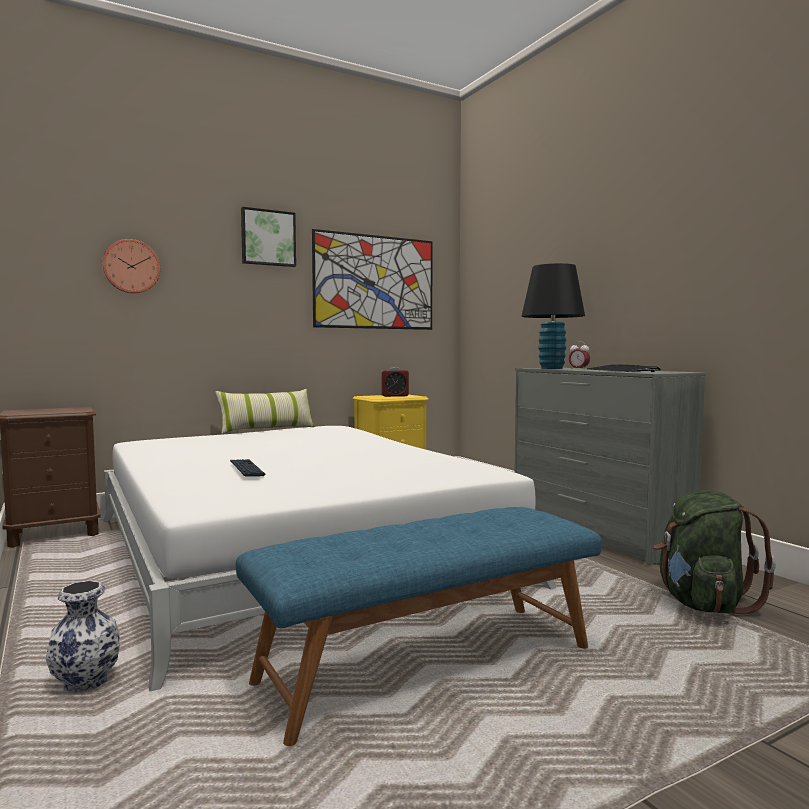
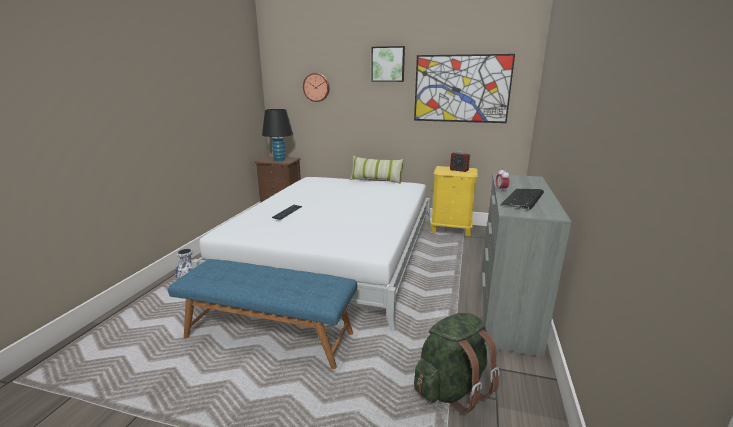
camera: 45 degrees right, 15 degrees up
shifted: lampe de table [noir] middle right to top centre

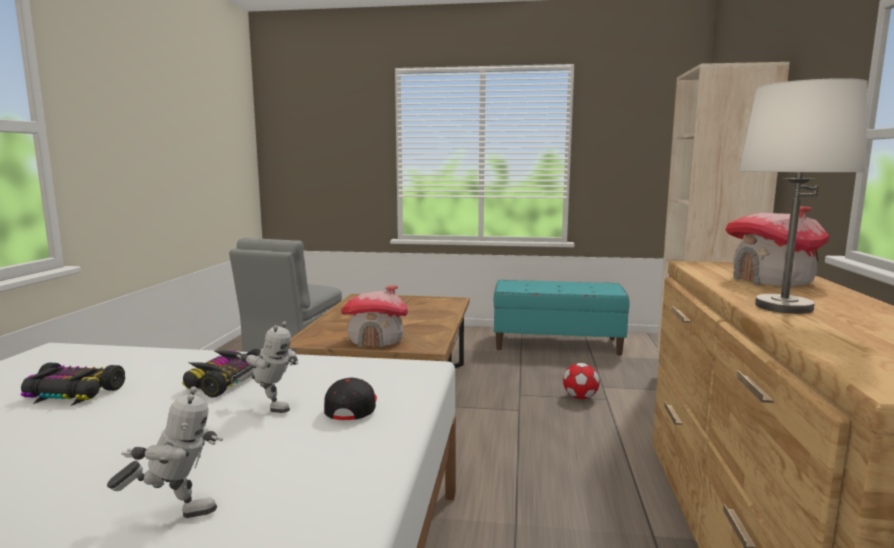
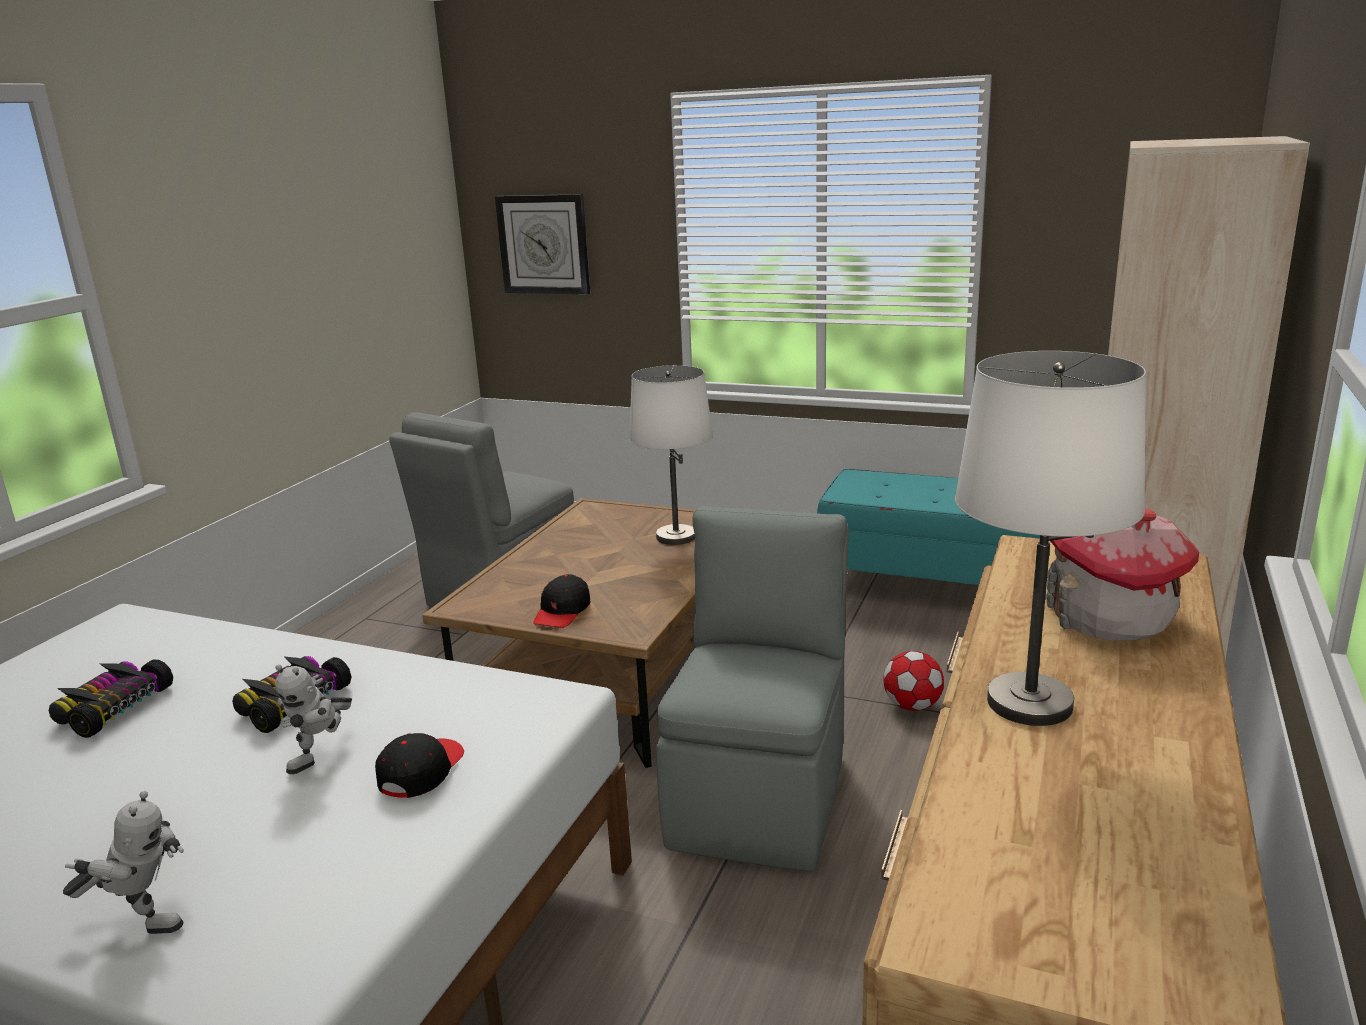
camera: 15 degrees right, 10 degrees up
new: horloge murale top centre; lampe de table [blanc] (no. 1 from left) centre; chaise [gris] (no. 2 from left) bottom centre
swapped: maison miniature (no. 1 from left) centre to casquette [noir] (no. 2 from left) centre
rotated: petite voiture (no. 1 from left) bottom left = bottom left 90 degrees clockwise; robot jouet (no. 2 from left) bottom left = bottom left 75 degrees clockwise

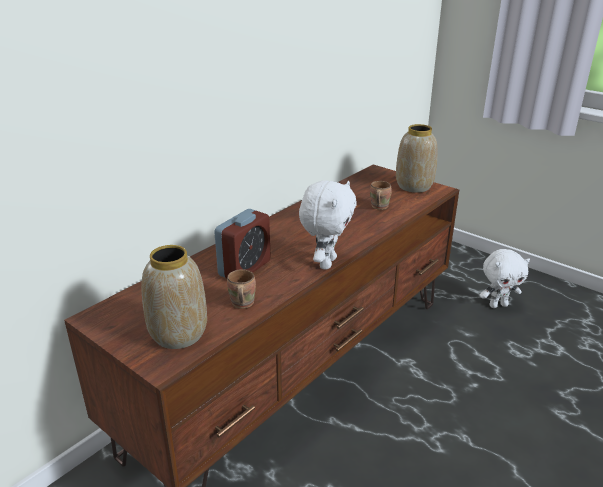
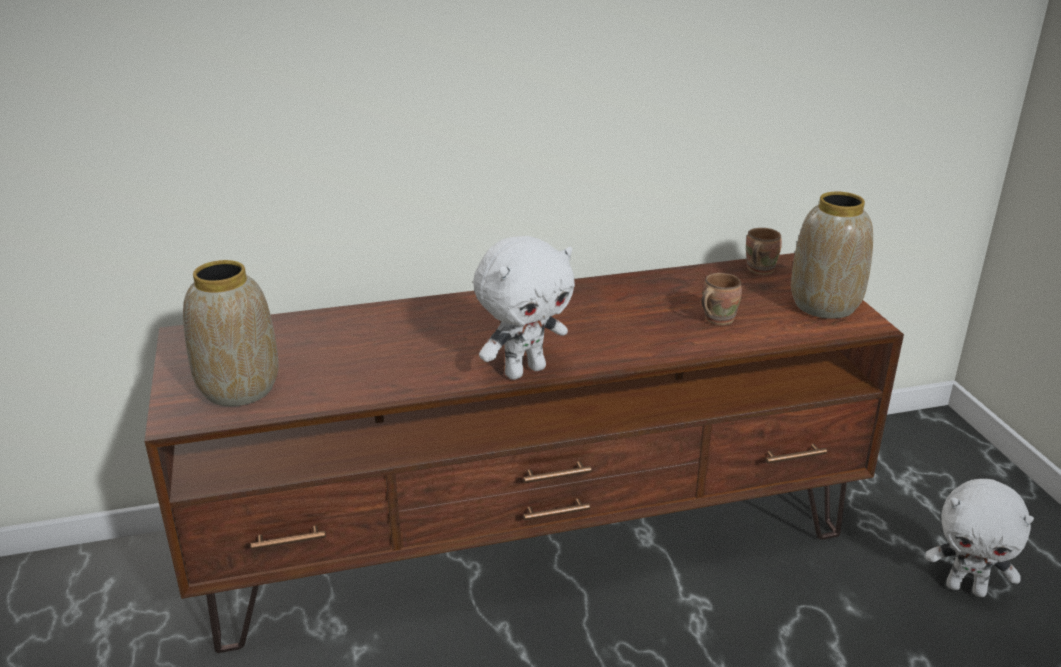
camera: 35 degrees right, 0 degrees up
gone: réveil centre
shifted: mug [marron] (no. 1 from left in the first image) centre to mug [marron] (no. 2 from left) middle right

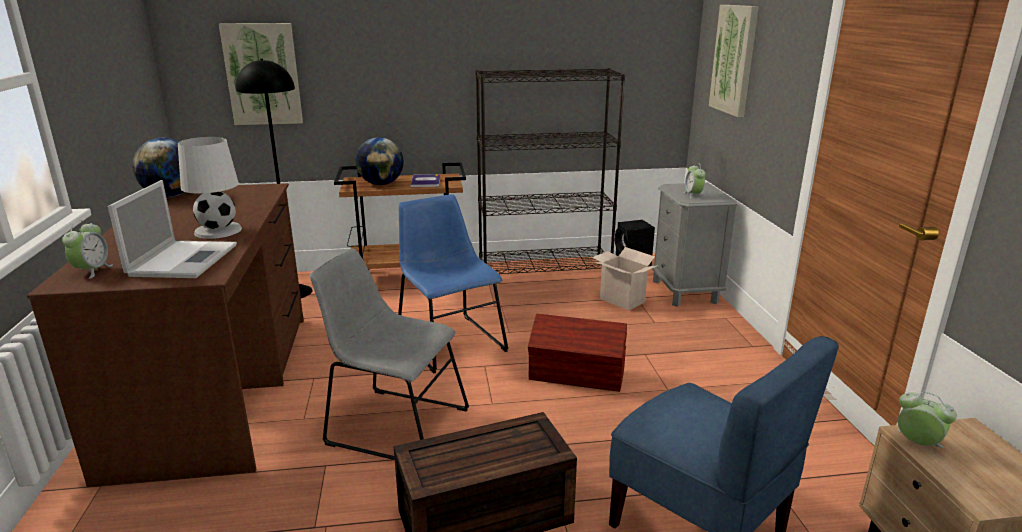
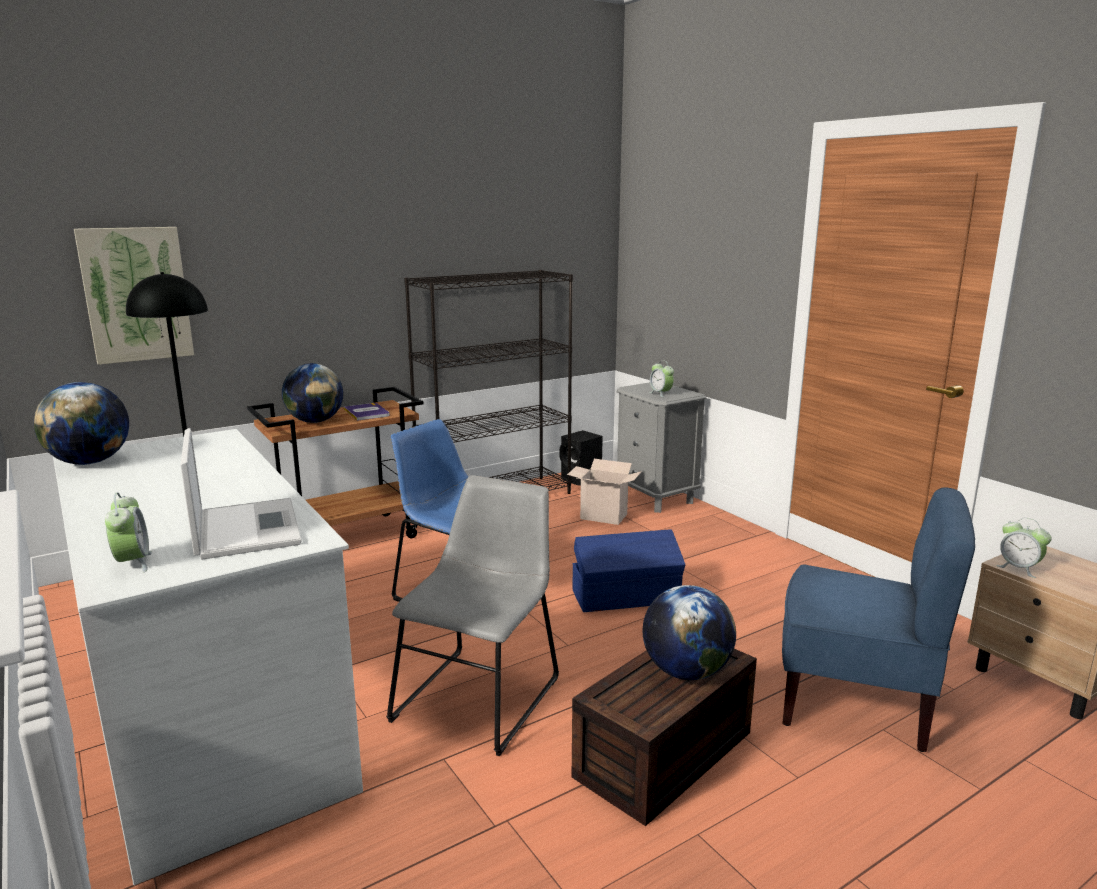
camera: 25 degrees left, 5 degrees down
gone: lampe de table [blanc] middle left; tableau (no. 2 from left) top right
new: globe (no. 3 from left) bottom centre
repainted: bureau [marron] middle left to bureau [blanc] bottom left; boîte de rangement [marron] (no. 2 from left) centre to boîte de rangement [bleu] centre
rotated: chaise [gris] centre = bottom centre 120 degrees clockwise; réveil (no. 3 from left) bottom right = middle right 150 degrees counterclockwise

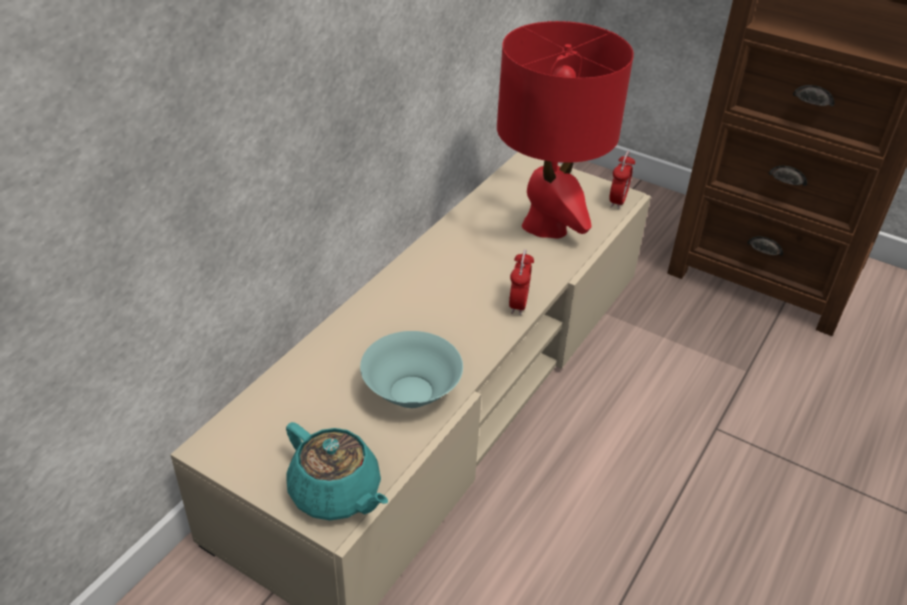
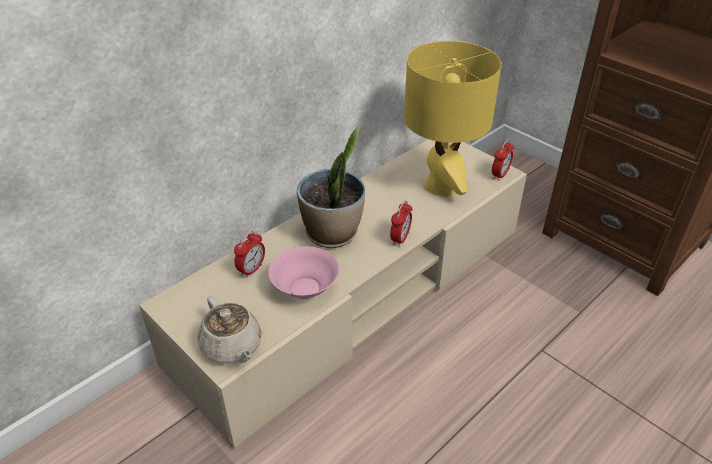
camera: 15 degrees right, 0 degrees up
new: réveil (no. 1 from left) centre; plante en pot centre
repainted: théière [turquoise] bottom centre to théière [beige] bottom left; bol [turquoise] centre to bol [rose] centre; lampe de table [rouge] top centre to lampe de table [jaune] top centre

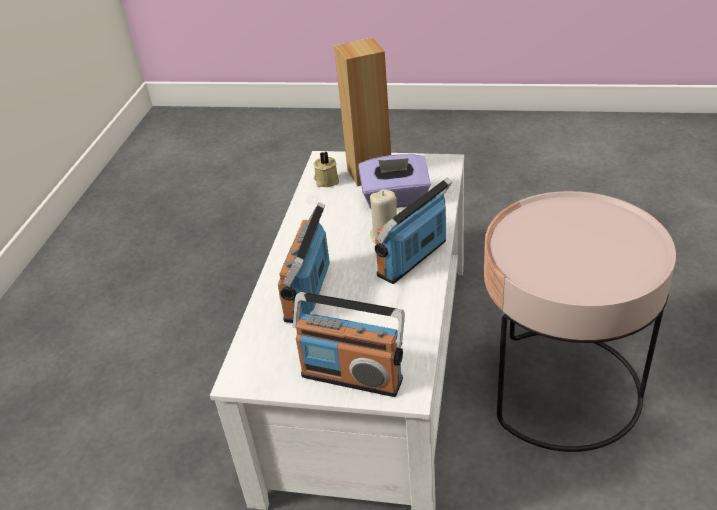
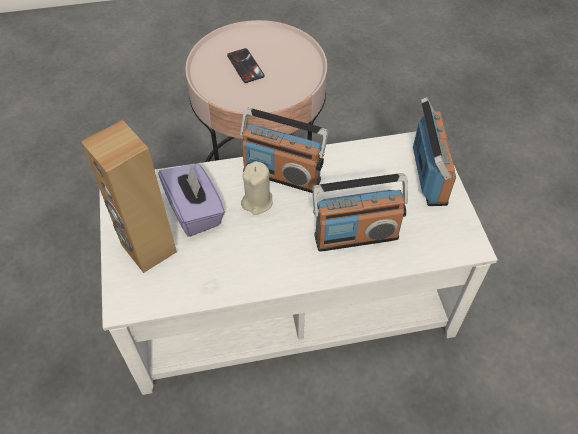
camera: 115 degrees left, 15 degrees up
gone: bougie [beige] (no. 1 from left) top centre
new: téléphone top centre

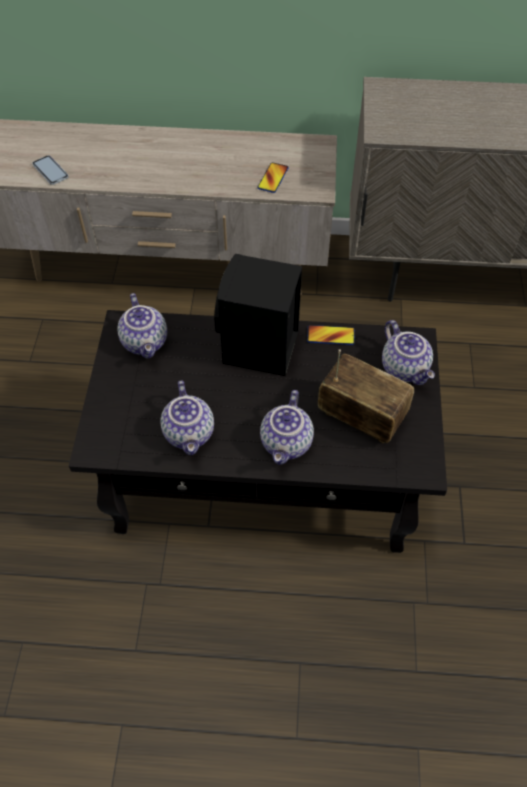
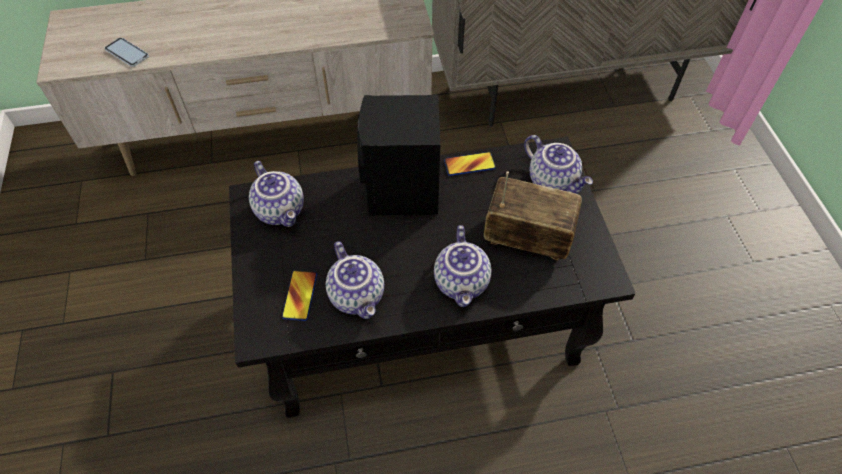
camera: 15 degrees left, 0 degrees up
shifted: téléphone (no. 2 from left) top centre to centre

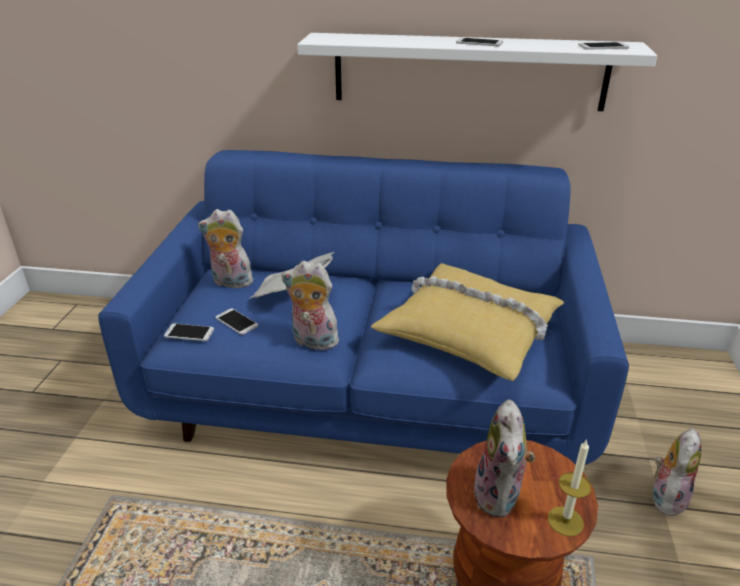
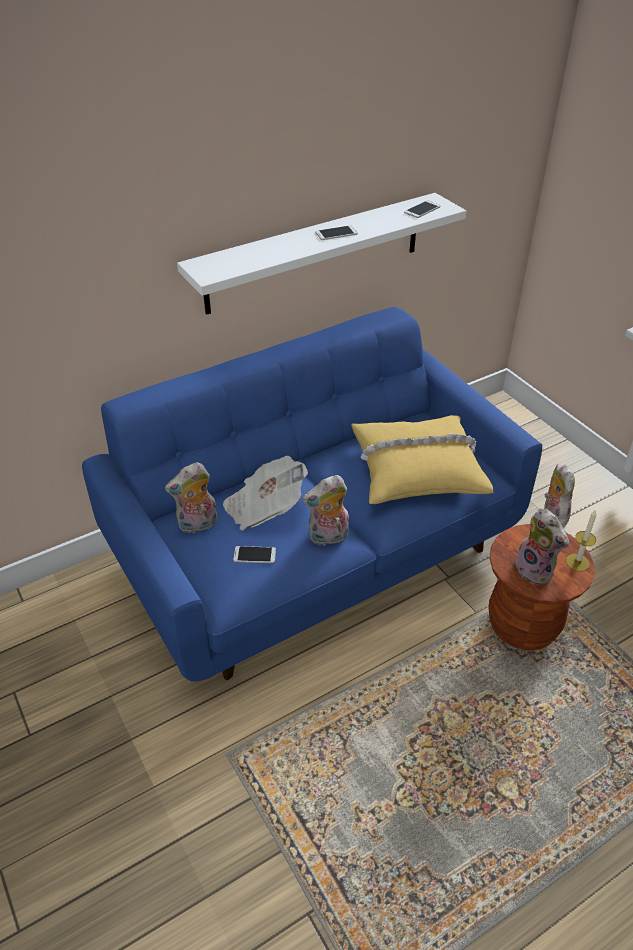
camera: 40 degrees left, 10 degrees up
gone: téléphone (no. 1 from left) middle left

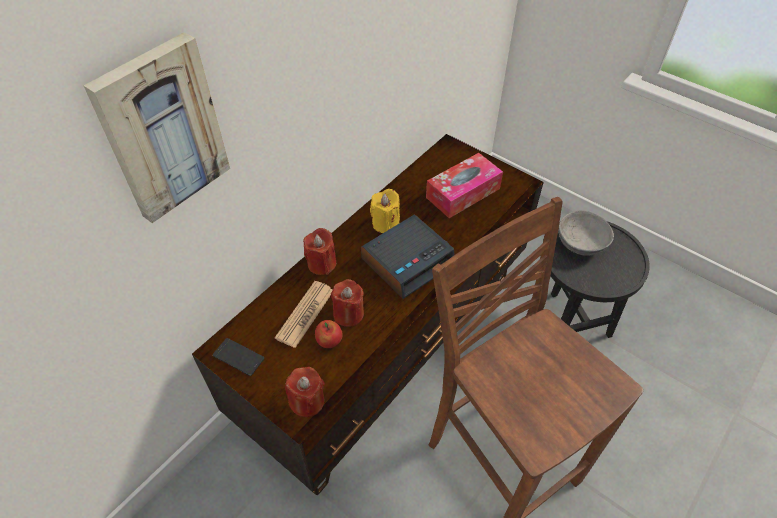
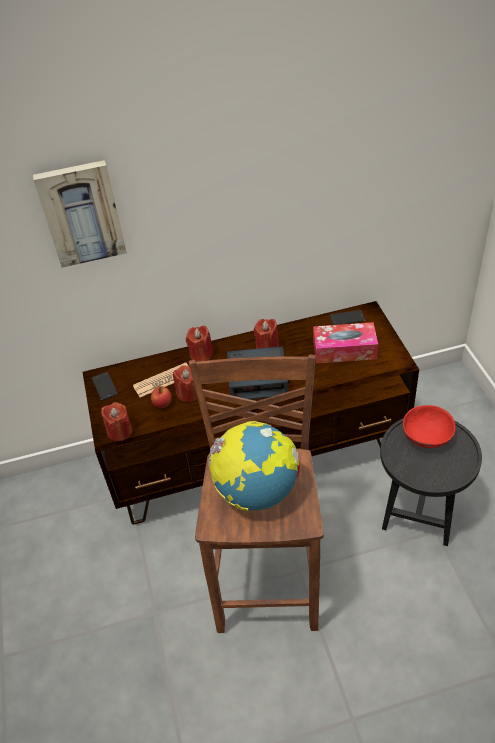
camera: 40 degrees right, 5 degrees down
new: globe centre; téléphone (no. 2 from left) middle right
repainted: bougie [jaune] centre to bougie [rouge] (no. 4 from left) centre; bol [gris] middle right to bol [rouge] middle right

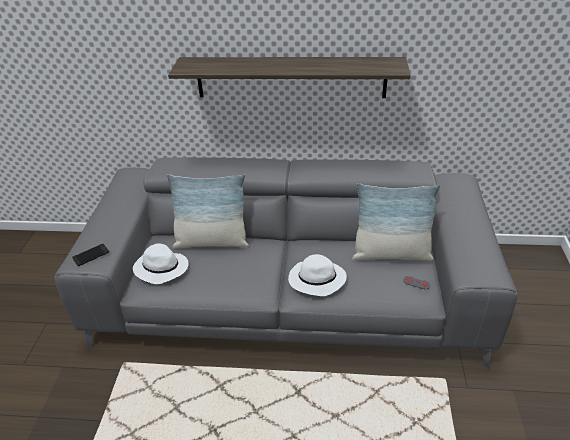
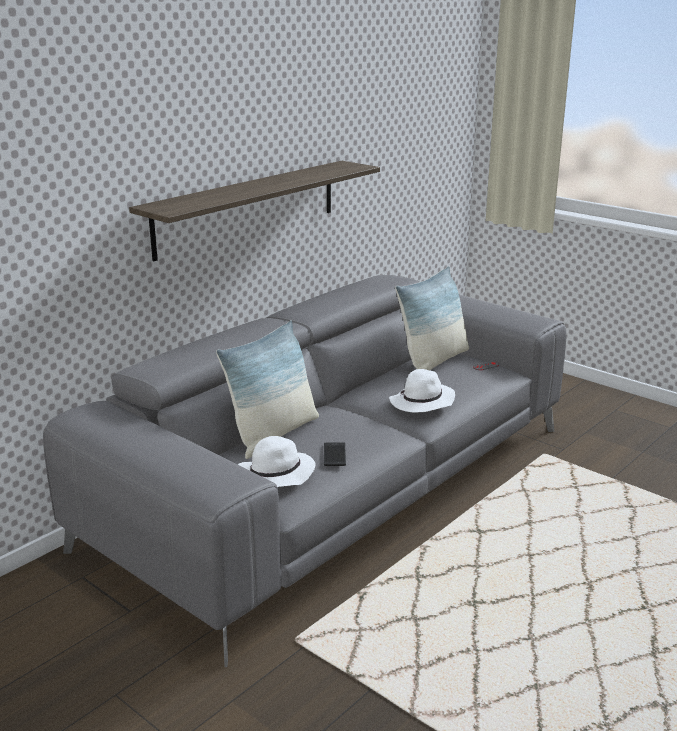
camera: 55 degrees left, 15 degrees down
shifted: téléphone middle left to centre

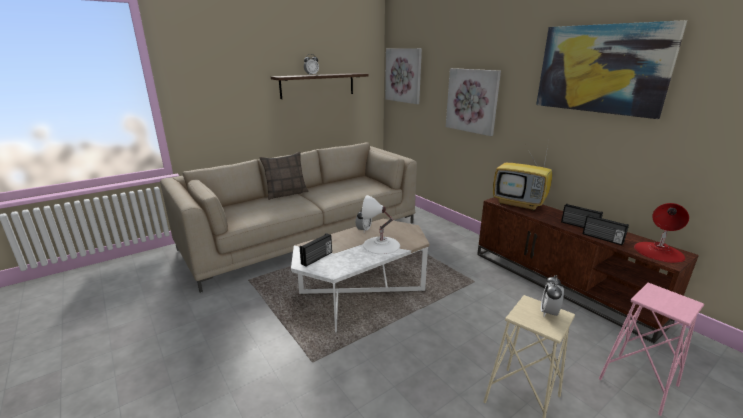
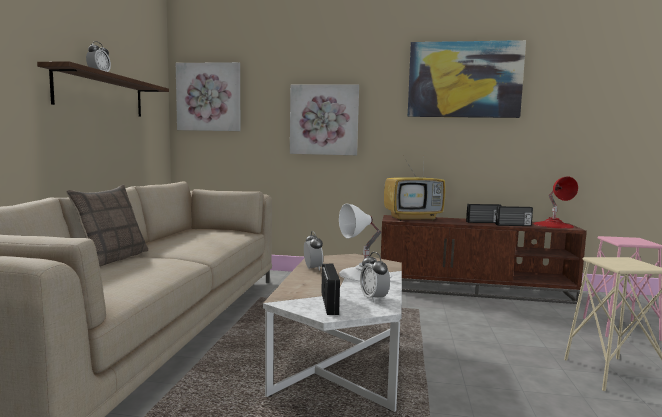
camera: 45 degrees left, 15 degrees down
shifted: réveil (no. 3 from left) bottom right to centre

